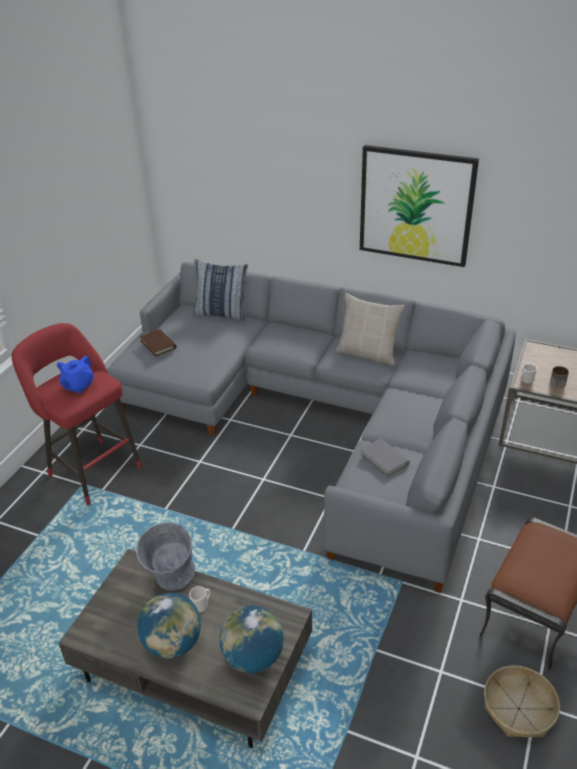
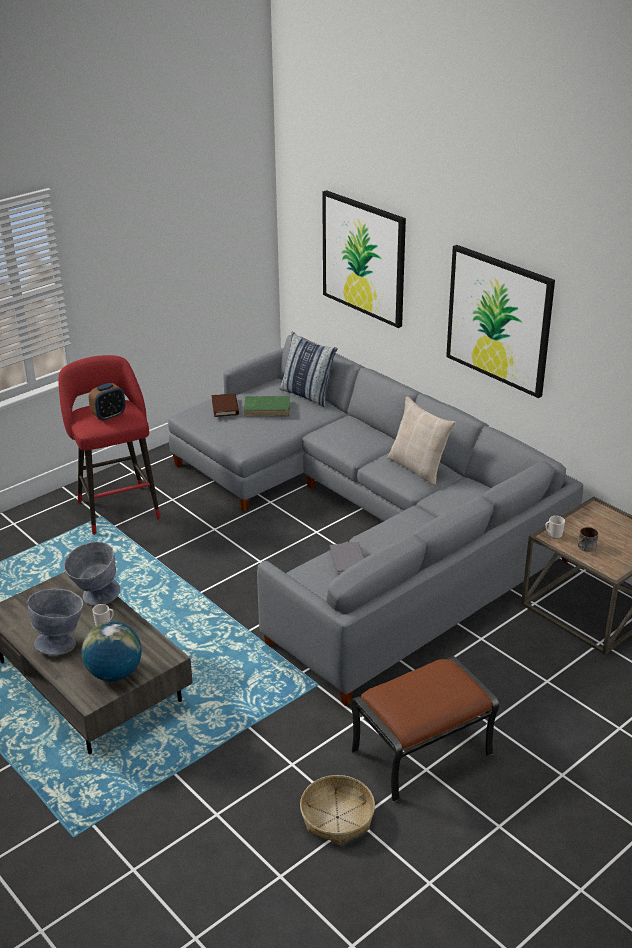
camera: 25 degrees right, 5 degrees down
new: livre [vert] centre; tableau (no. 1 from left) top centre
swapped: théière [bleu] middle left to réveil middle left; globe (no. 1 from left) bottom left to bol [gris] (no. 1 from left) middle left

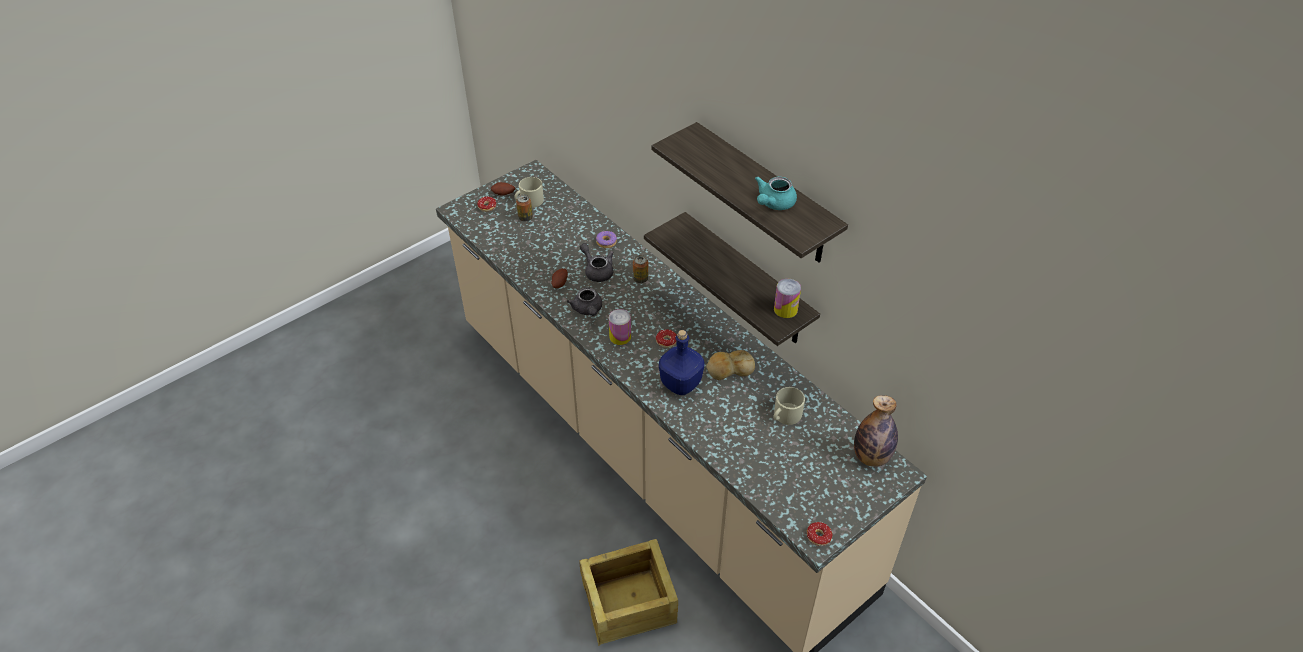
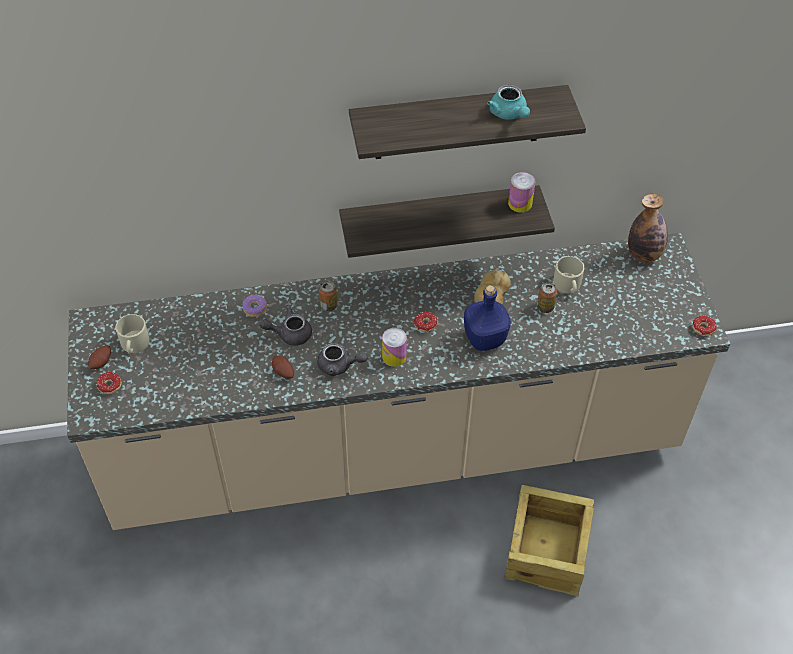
camera: 60 degrees left, 5 degrees up
shifted: boîte métallique (no. 1 from left in the first image) top centre to boîte métallique (no. 4 from left) middle right

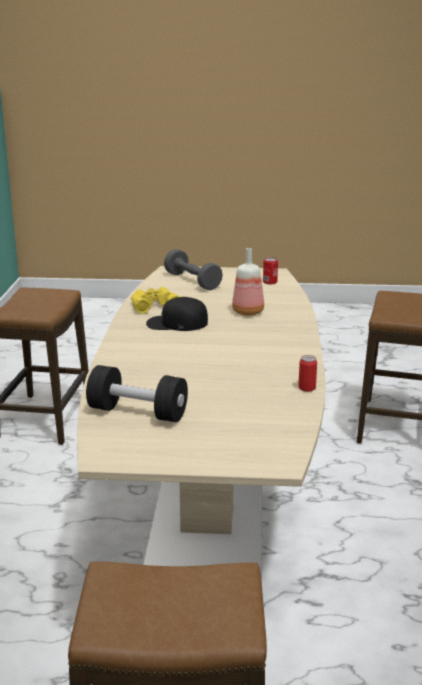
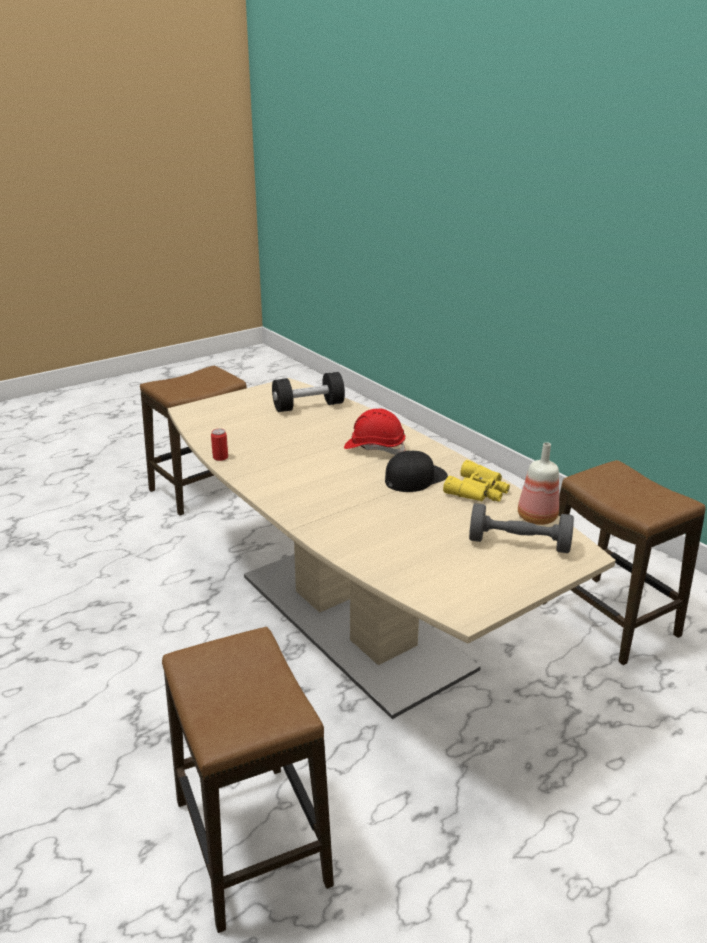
camera: 140 degrees right, 5 degrees up
gone: boîte métallique (no. 1 from left) centre
new: casque de chantier [rouge] centre
shifted: bouteille centre to middle right

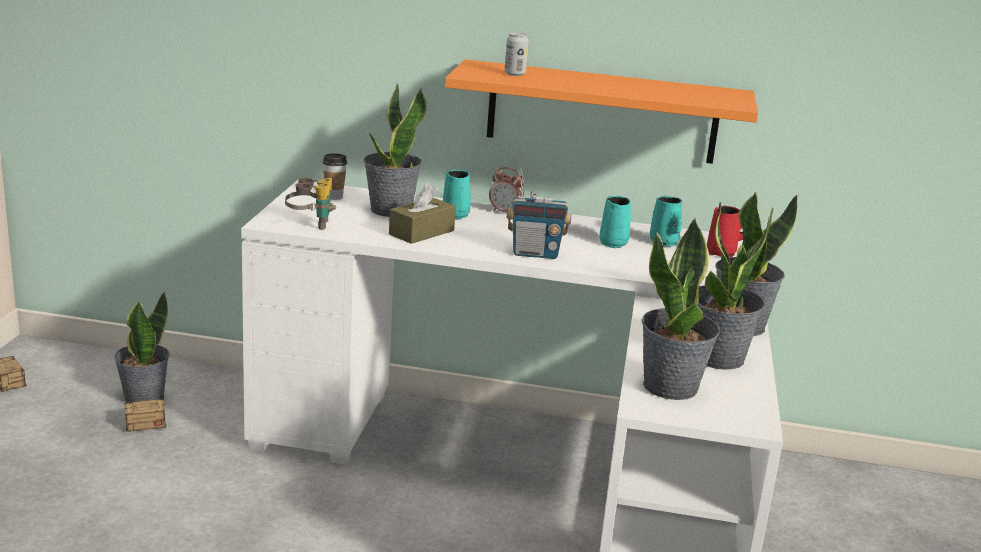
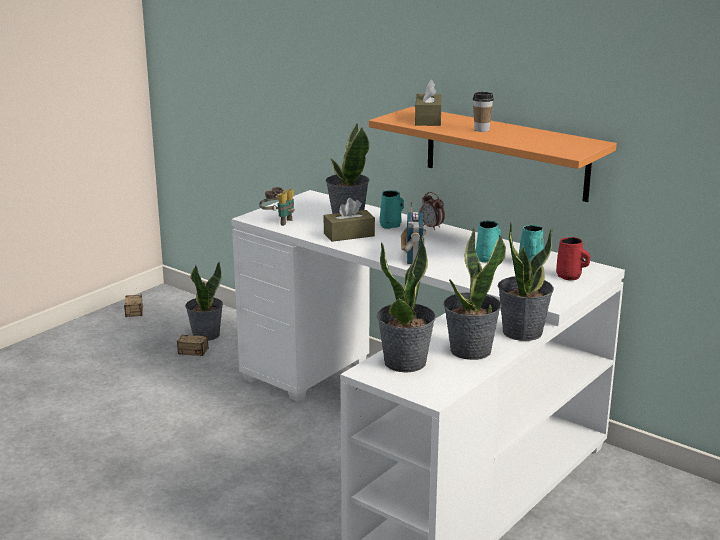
camera: 30 degrees right, 0 degrees up
shifted: tasse top centre to top right
swapped: boîte métallique top centre to boîte à mouchoirs [marron] (no. 2 from left) top centre
rotated: radio centre = centre 120 degrees counterclockwise

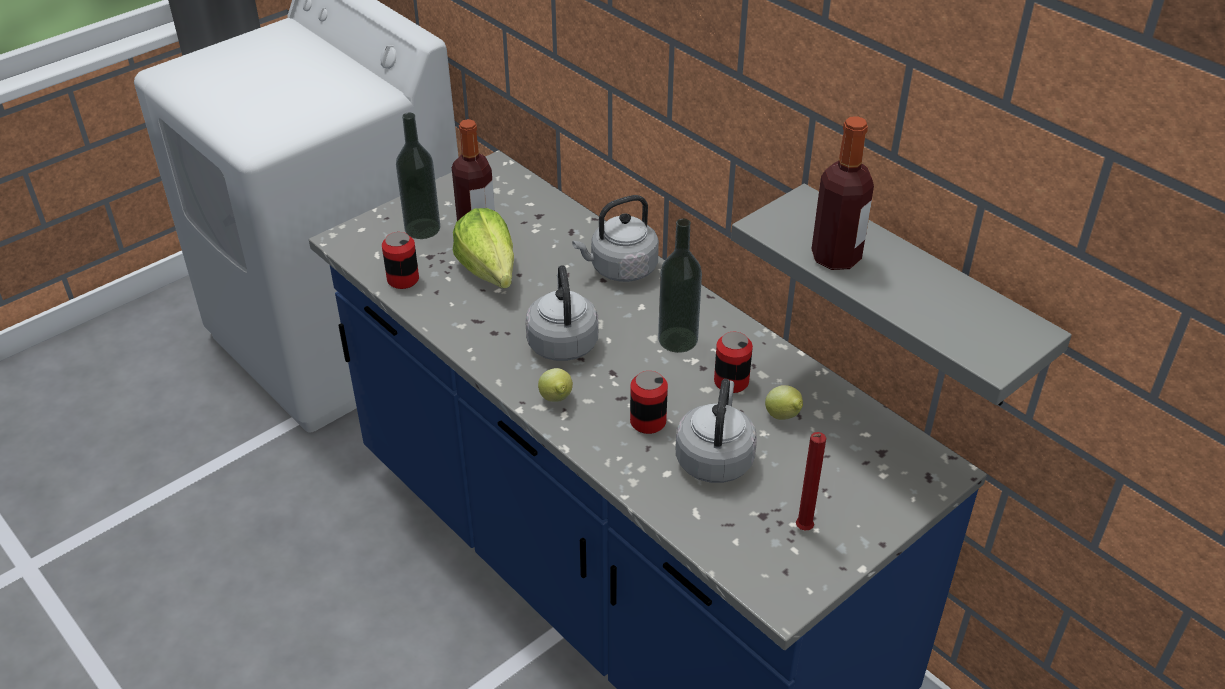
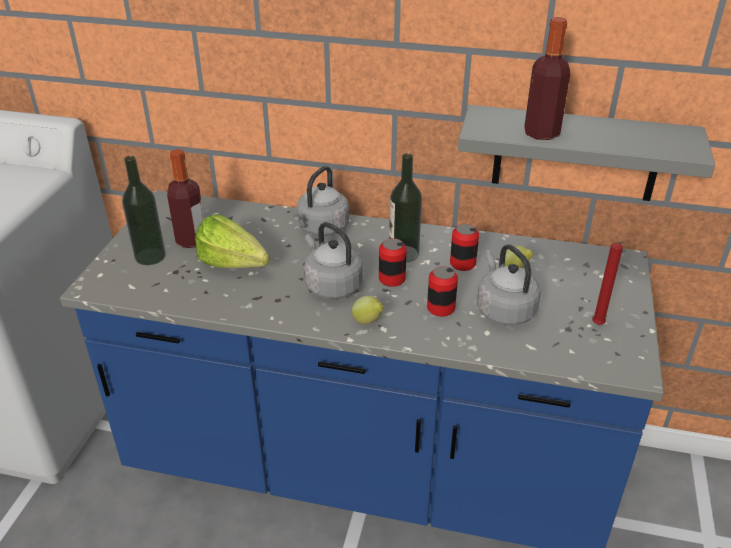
camera: 35 degrees left, 5 degrees down
shifted: boîte métallique (no. 1 from left) middle left to centre

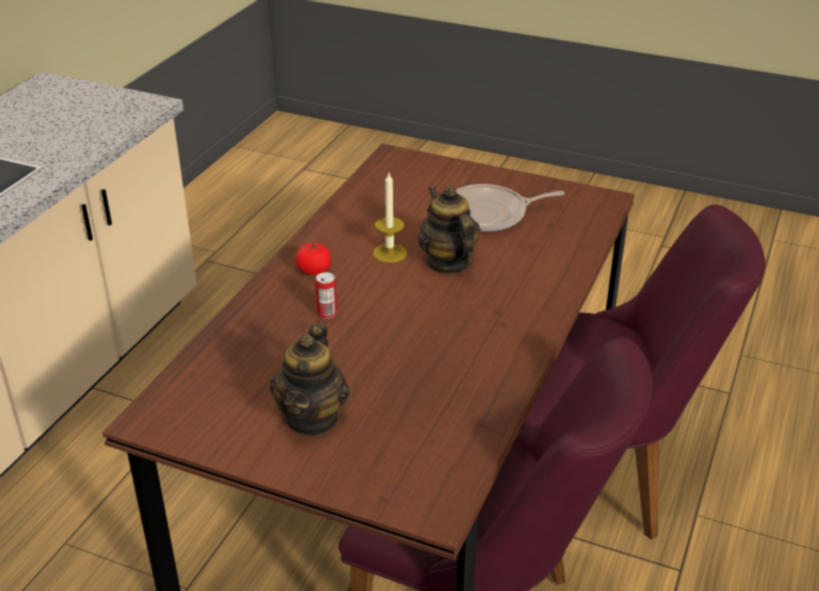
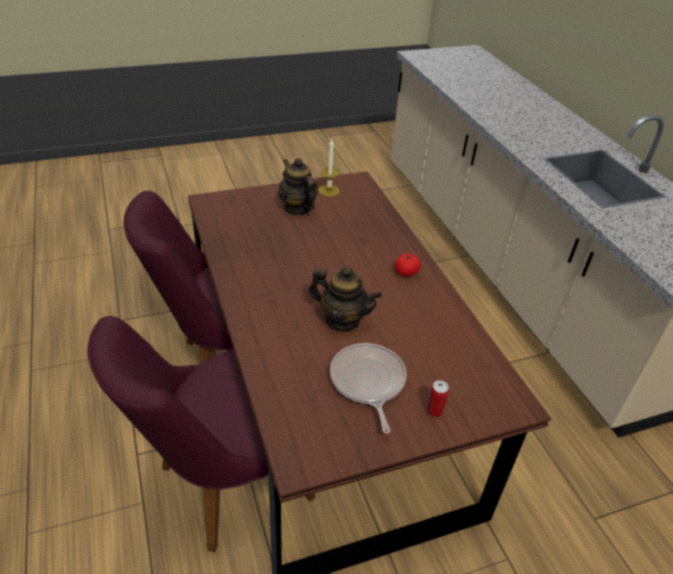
camera: 135 degrees right, 5 degrees up
shifted: boîte métallique centre to bottom centre; bougie centre to top centre
rotated: poêle centre = bottom centre 45 degrees counterclockwise

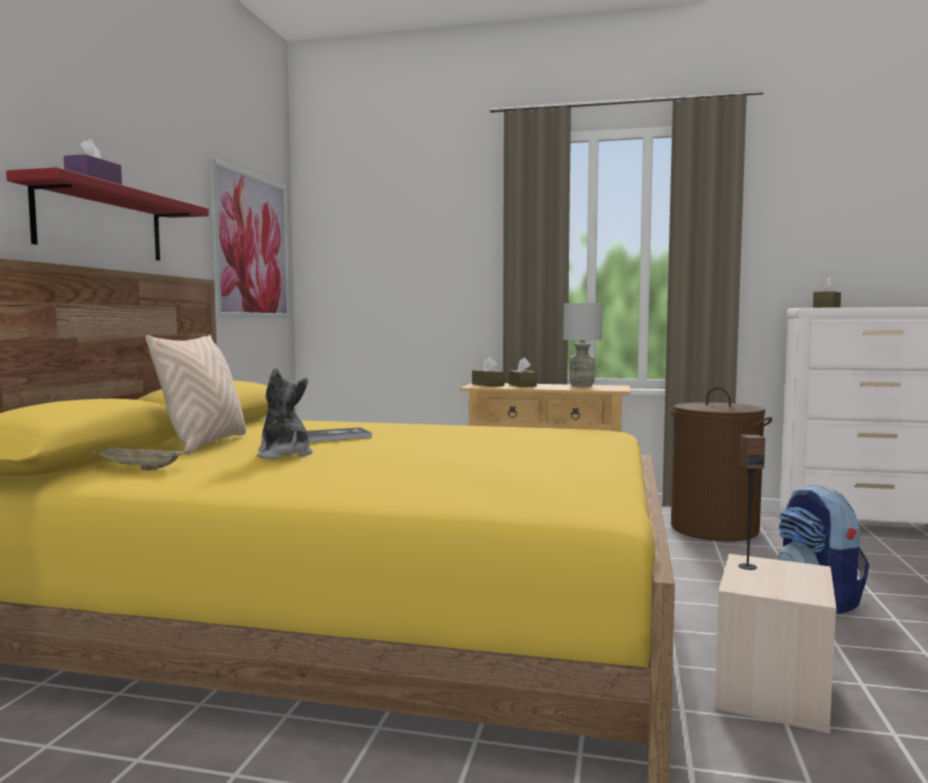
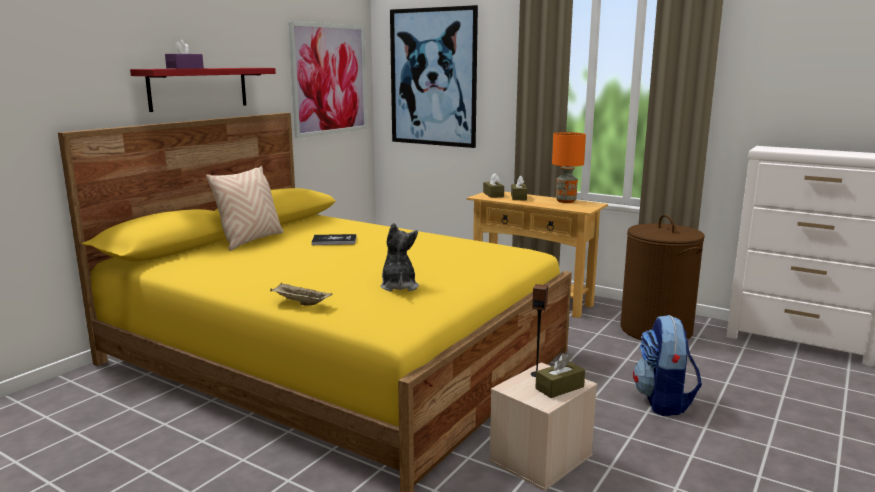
camera: 20 degrees right, 10 degrees up
new: tableau (no. 2 from left) top centre
shifted: plateau [beige] middle left to centre; peluche middle left to centre; boîte à mouchoirs [marron] (no. 3 from left) middle right to bottom centre
repainted: lampe de table [gris] centre to lampe de table [orange] centre

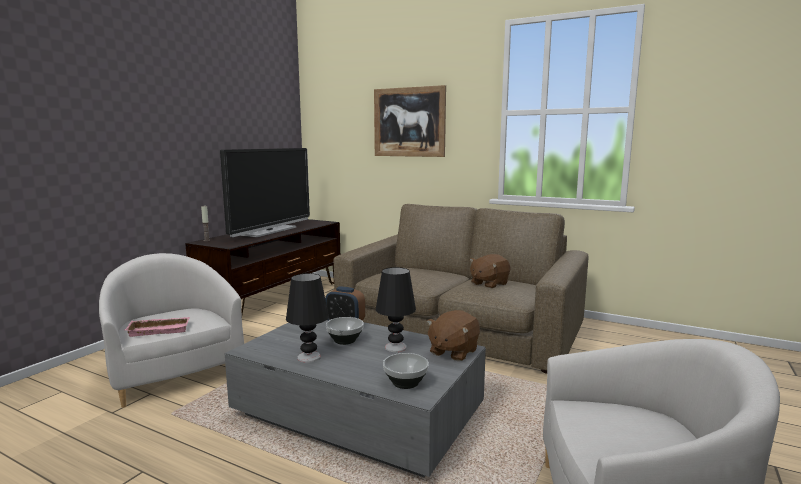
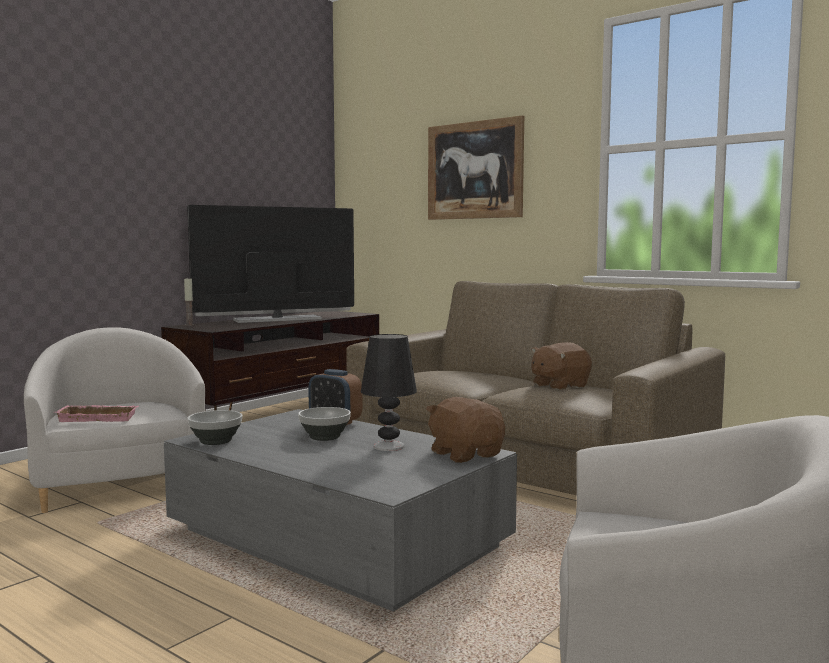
camera: 10 degrees right, 5 degrees down
gone: lampe de table [noir] (no. 1 from left) centre
shifted: bol (no. 2 from left in the first image) bottom centre to bol (no. 1 from left) middle left
rotated: téléviseur middle left = middle left 150 degrees counterclockwise; peluche [marron] (no. 1 from left) bottom centre = centre 105 degrees clockwise

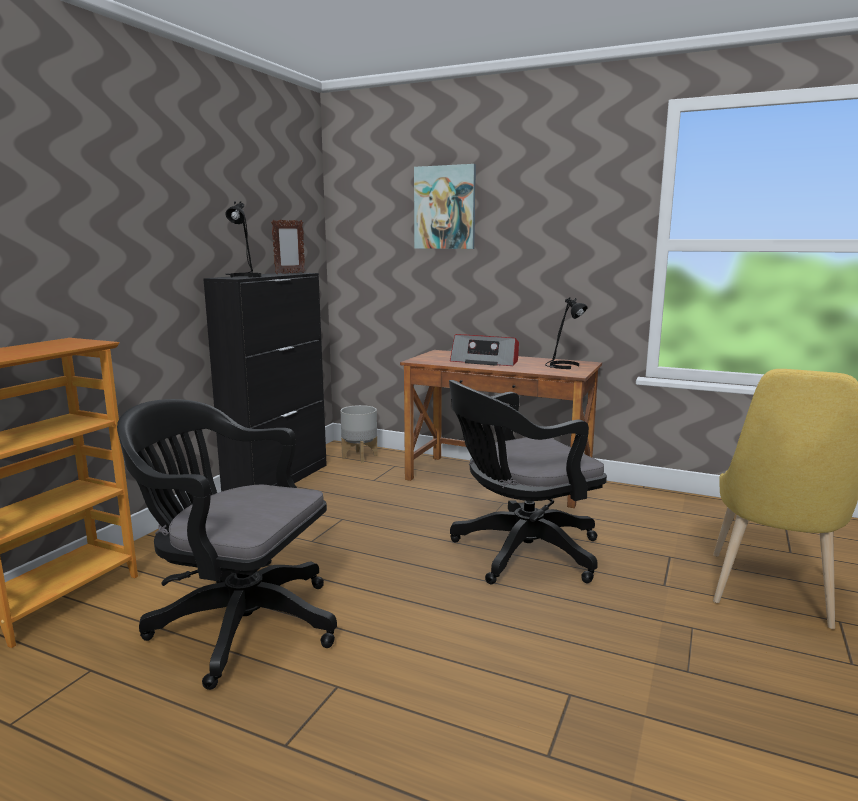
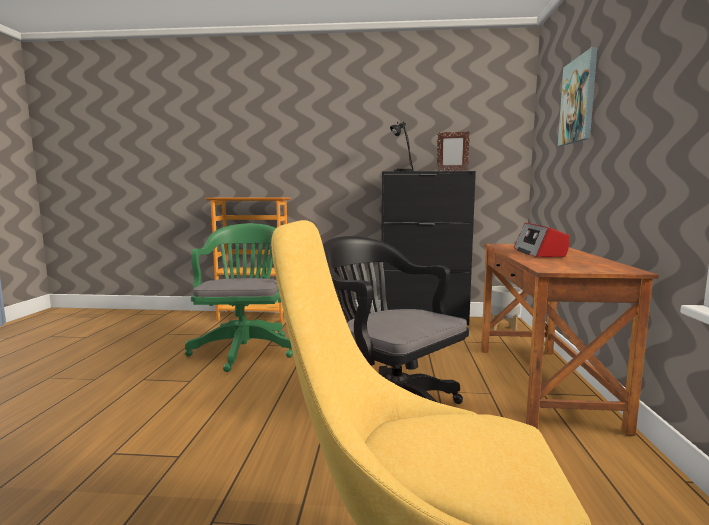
camera: 70 degrees right, 5 degrees down
gone: lampe de table [noir] (no. 2 from left) centre
repainted: chaise de bureau [noir] (no. 1 from left) bottom left to chaise de bureau [vert] centre

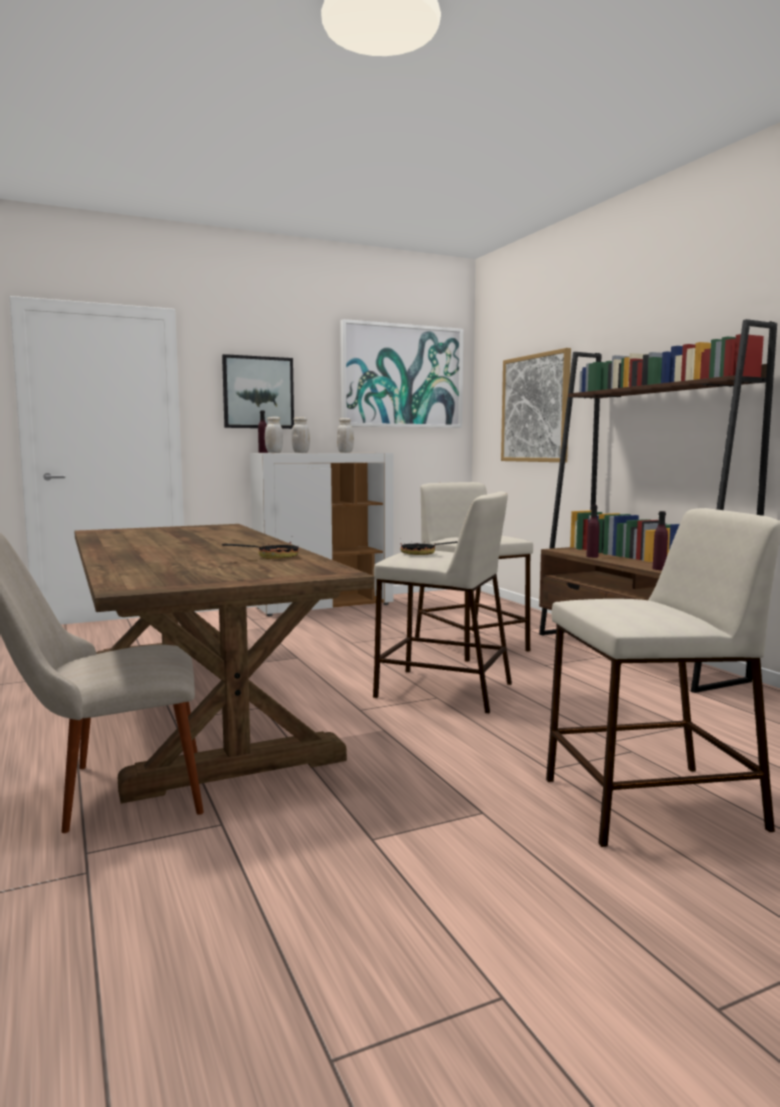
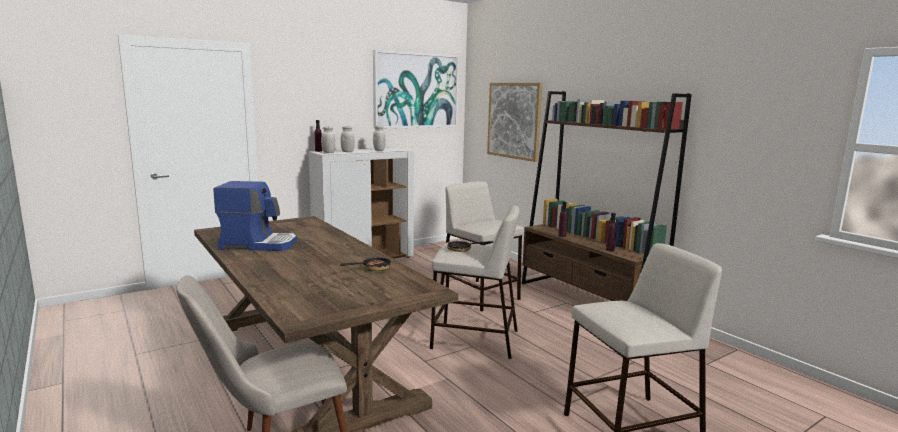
camera: 10 degrees left, 5 degrees up
gone: tableau (no. 1 from left) middle left
new: machine à café middle left

